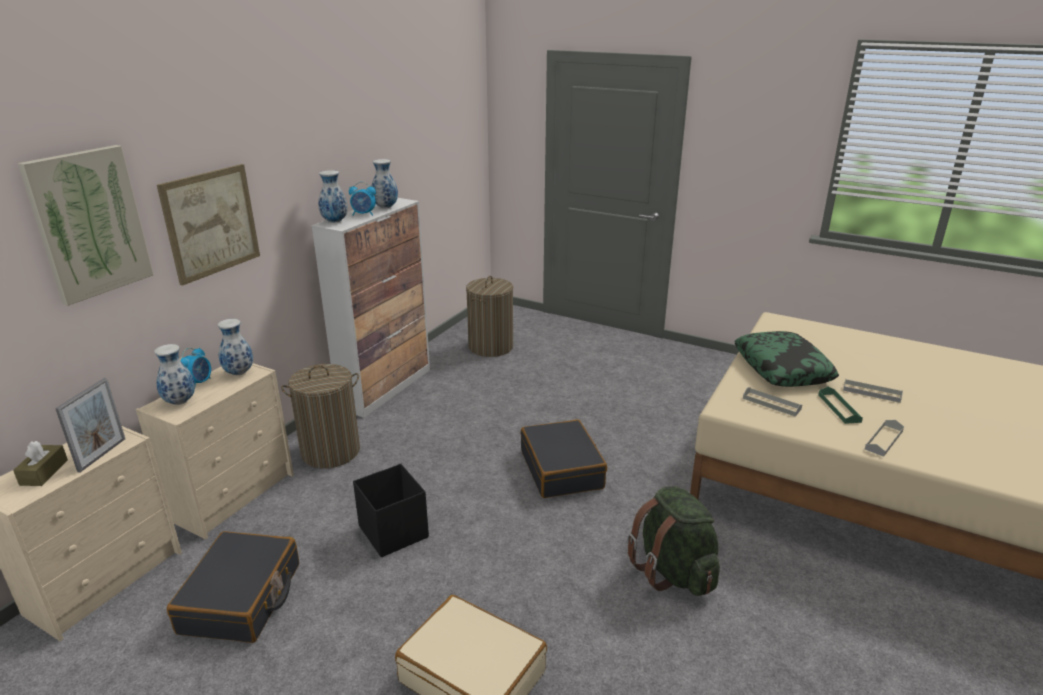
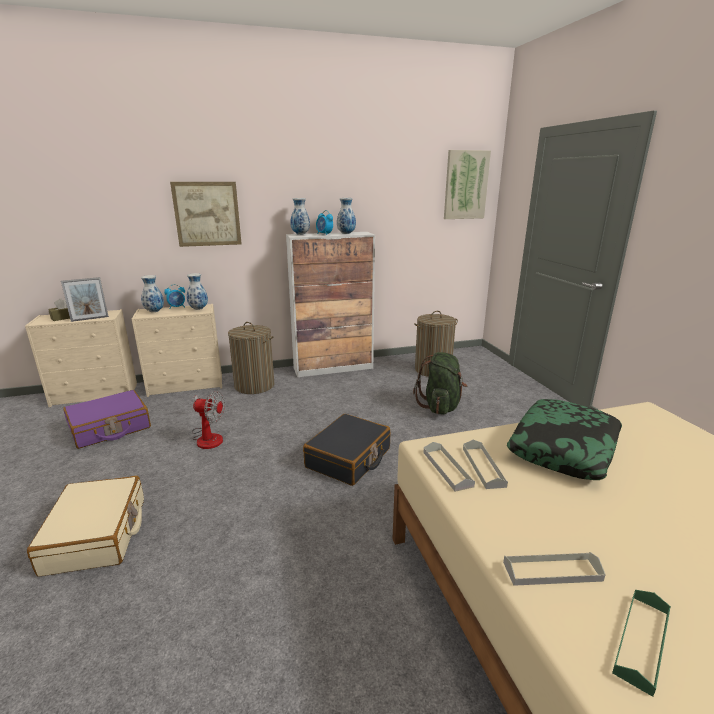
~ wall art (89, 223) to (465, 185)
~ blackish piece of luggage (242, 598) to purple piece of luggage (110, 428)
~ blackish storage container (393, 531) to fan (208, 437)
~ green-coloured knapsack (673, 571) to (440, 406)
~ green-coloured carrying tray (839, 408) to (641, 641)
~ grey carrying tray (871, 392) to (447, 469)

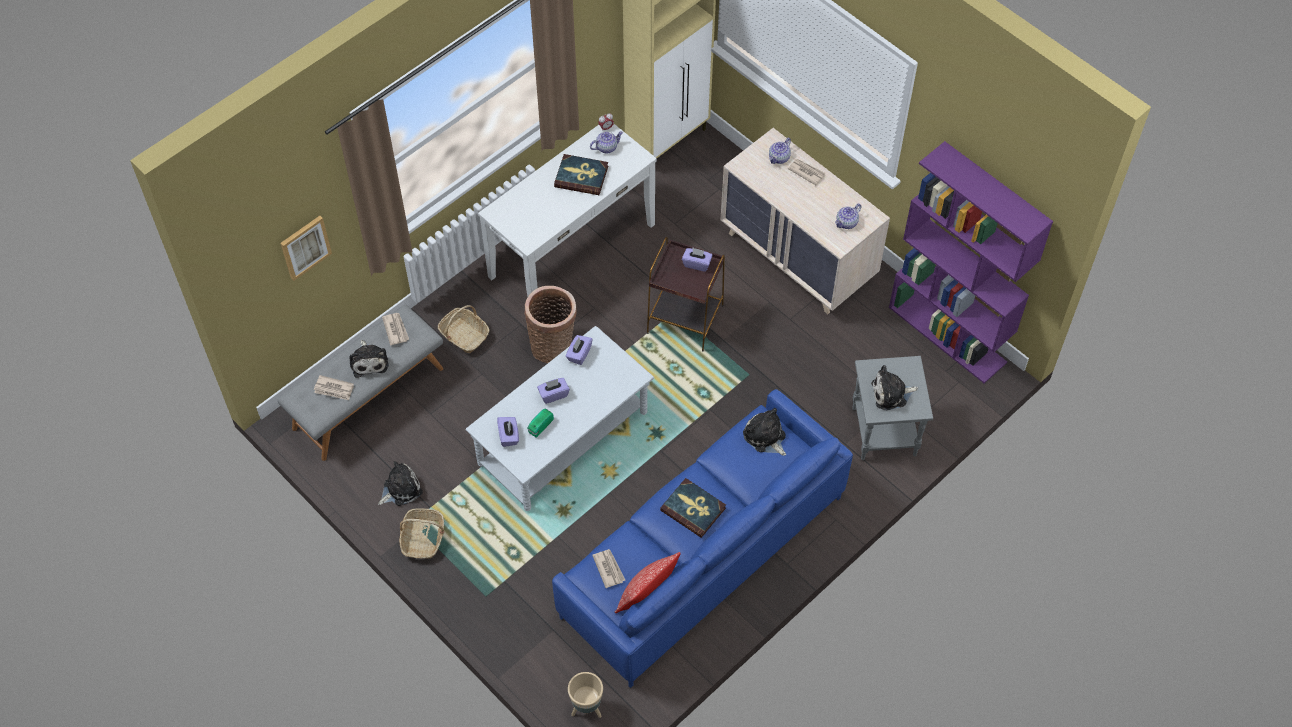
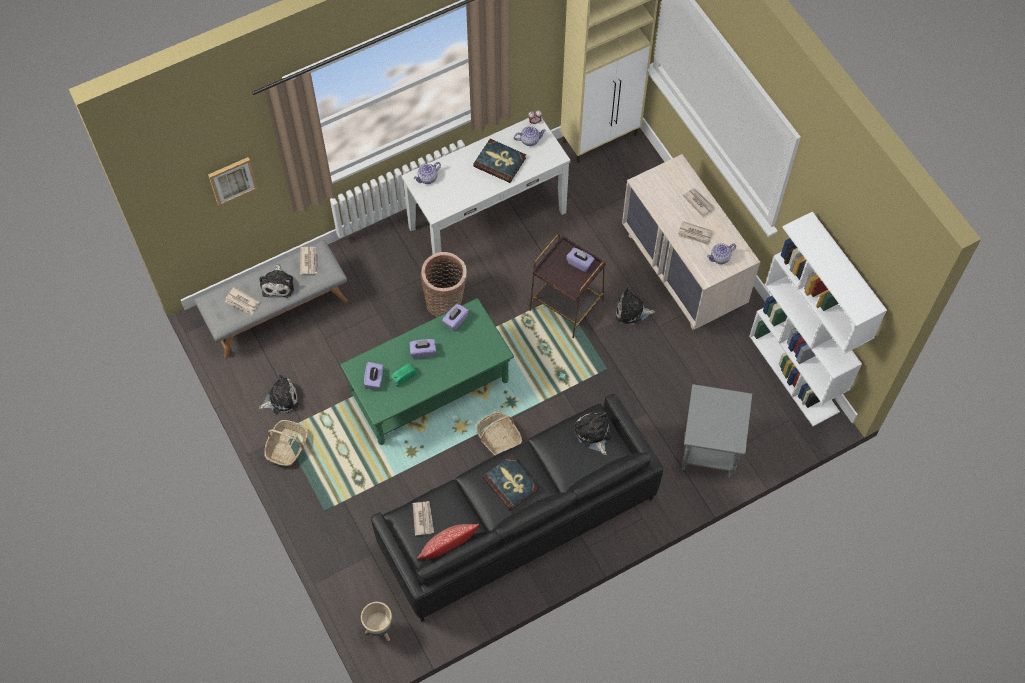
~ basket (464, 335) to (498, 438)
~ grey lounge table (562, 439) to green-coloured lounge table (429, 388)
~ blue-coloured sofa (701, 555) to blackish sofa (516, 520)
~ pot for tea (779, 158) to (427, 178)
~ soft toy (891, 394) to (632, 311)
~ purple bookshelf (948, 334) to whitish bookshelf (794, 374)
+ daily paper (695, 234)

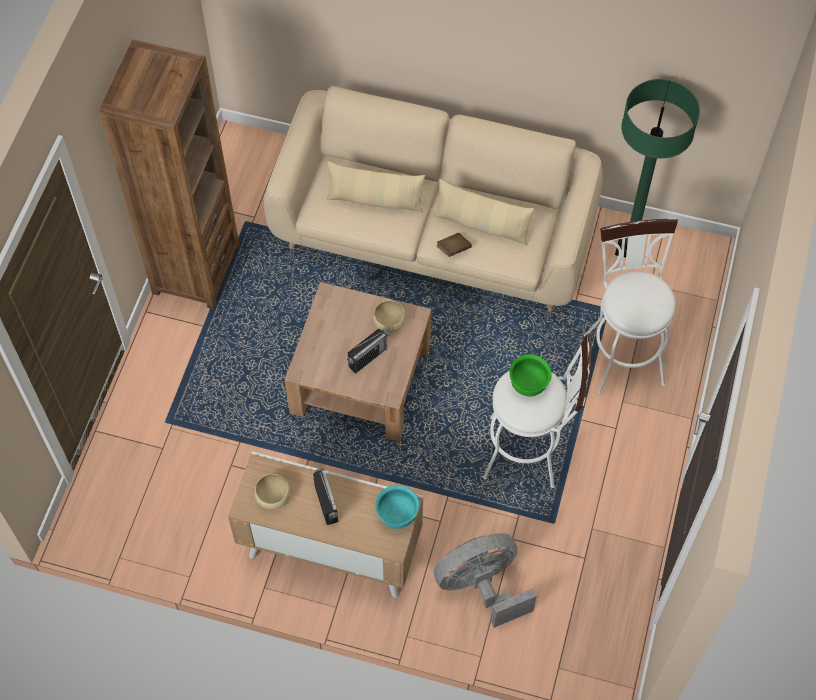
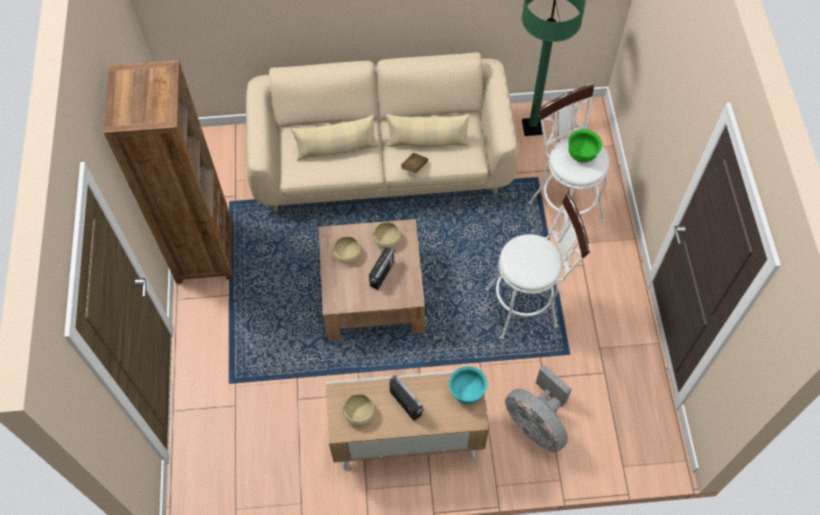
~ grey fan (481, 586) = (536, 423) 90 degrees counterclockwise
~ green-coloured serving bowl (528, 385) to (581, 155)
+ beige-coloured serving bowl (347, 254)

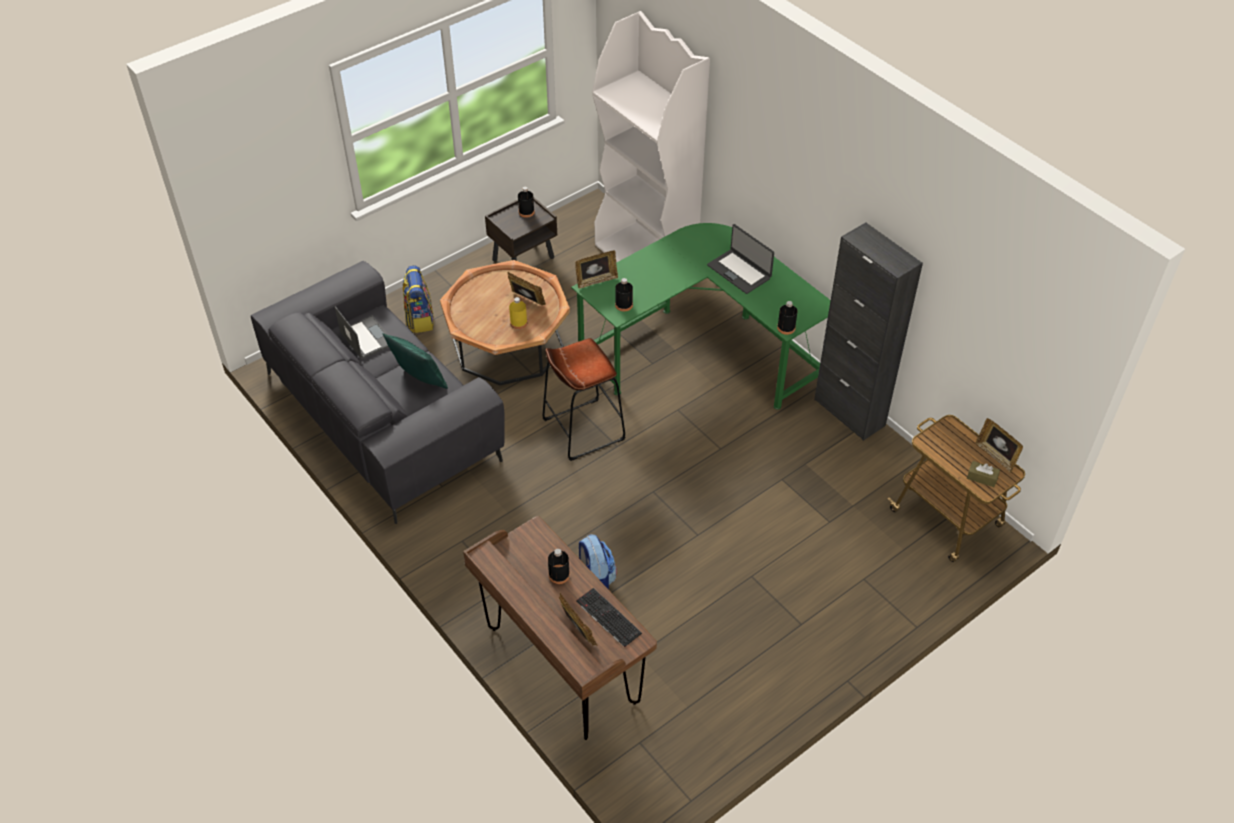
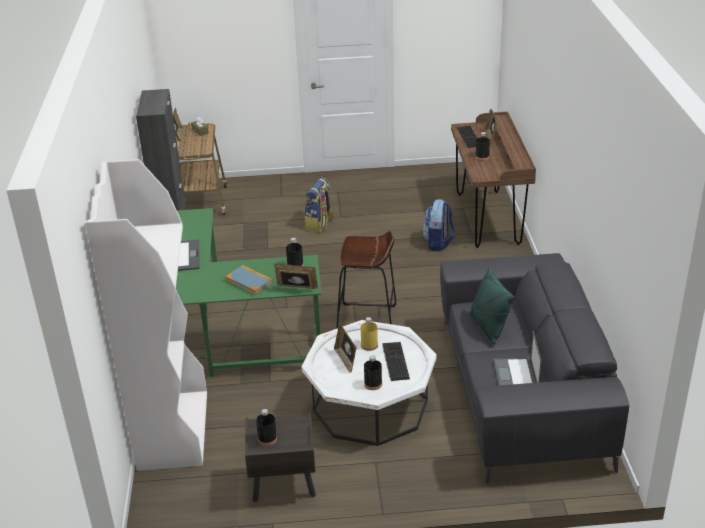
~ knapsack (419, 319) to (319, 224)
~ brown-coloured lounge table (508, 344) to whitish lounge table (370, 405)
~ blackish bottle (786, 328) to (373, 384)
+ bound book (249, 282)
+ computer keyboard (394, 361)

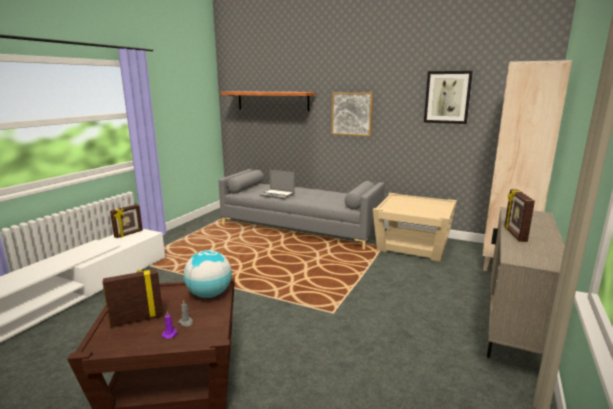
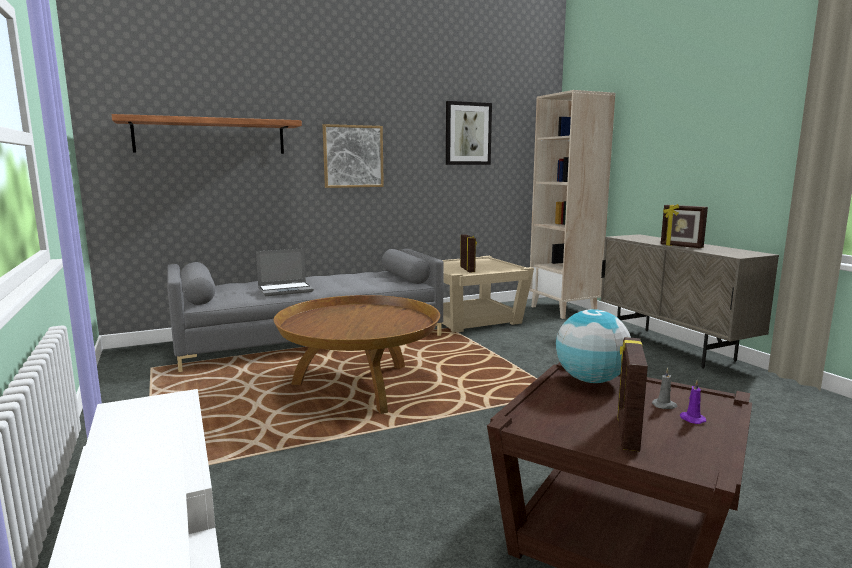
~ photo frame (129, 234) to (468, 269)
+ brown-coloured lounge table (360, 386)

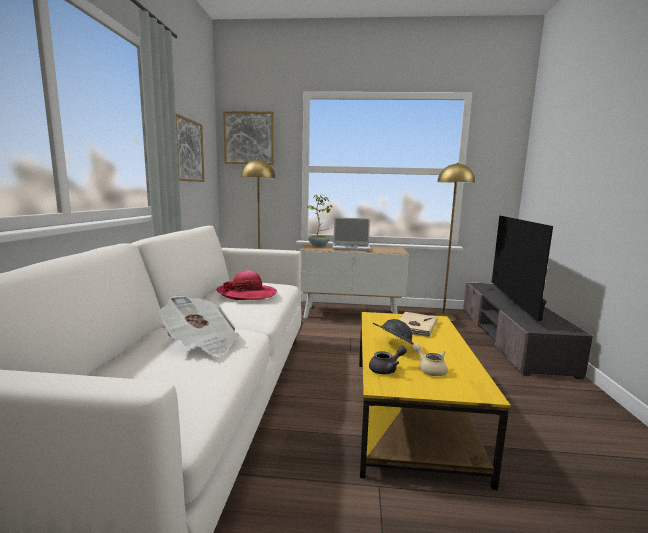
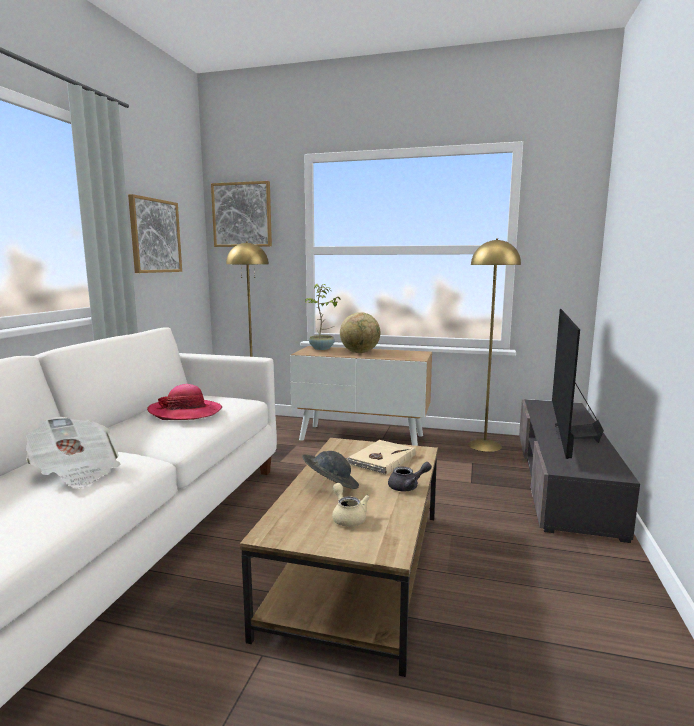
~ notebook computer (351, 248) to world globe (360, 352)
~ yellowish lounge table (409, 410) to brown-coloured lounge table (358, 567)
~ grey pot for tea (386, 369) to (408, 486)

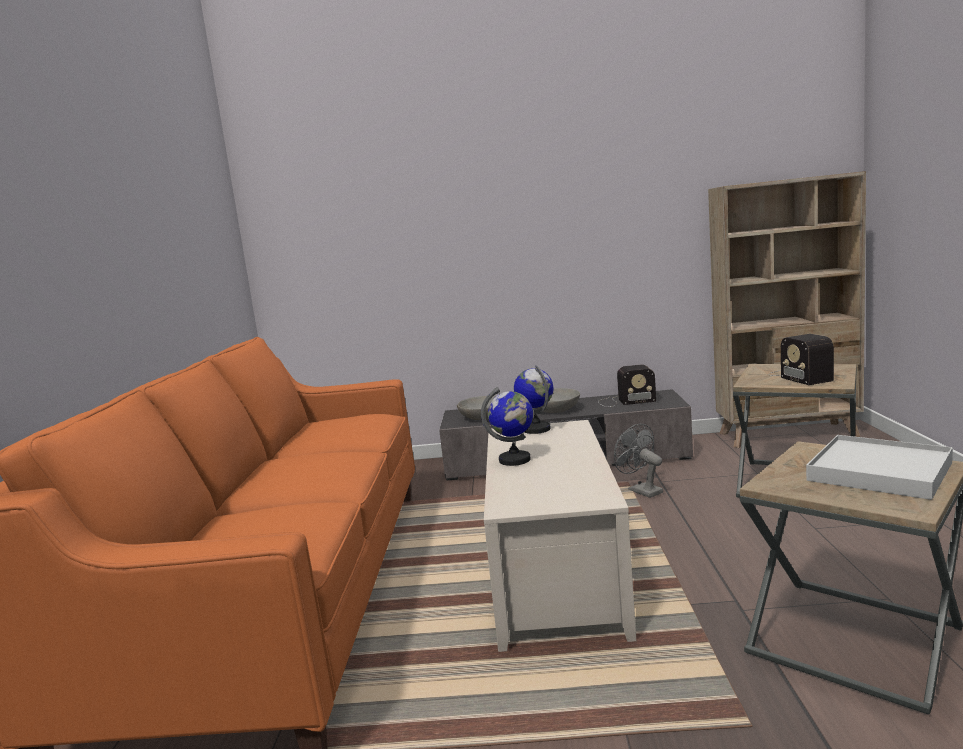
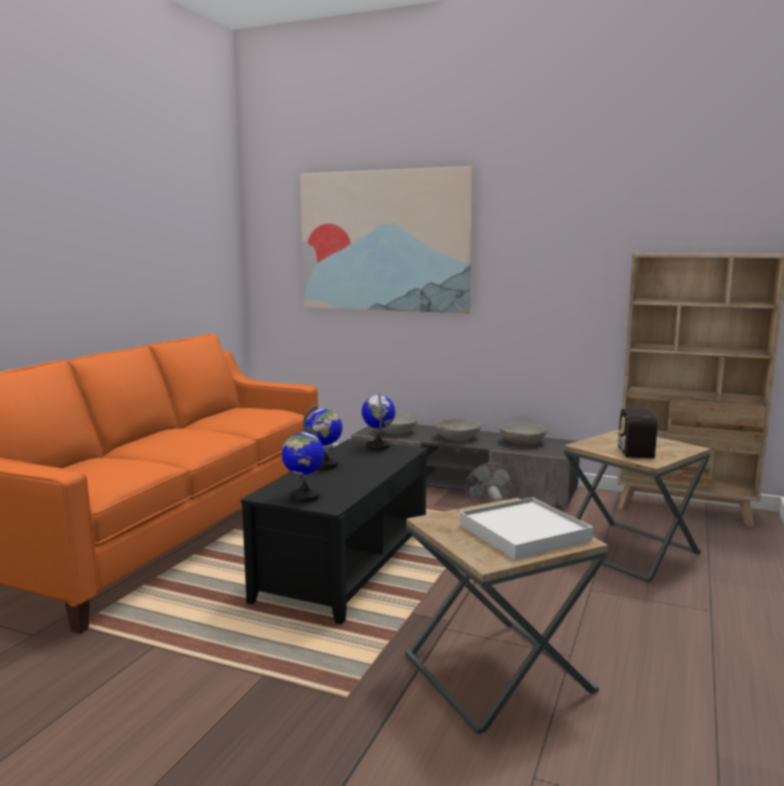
~ beige-coloured lounge table (555, 574) to blackish lounge table (345, 566)
~ radio (624, 401) to grey serving bowl (522, 442)
+ world globe (304, 497)
+ wall art (384, 241)

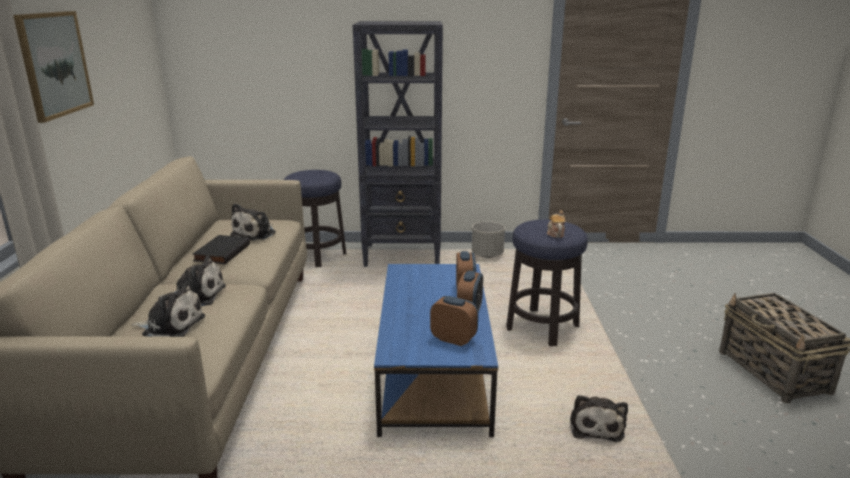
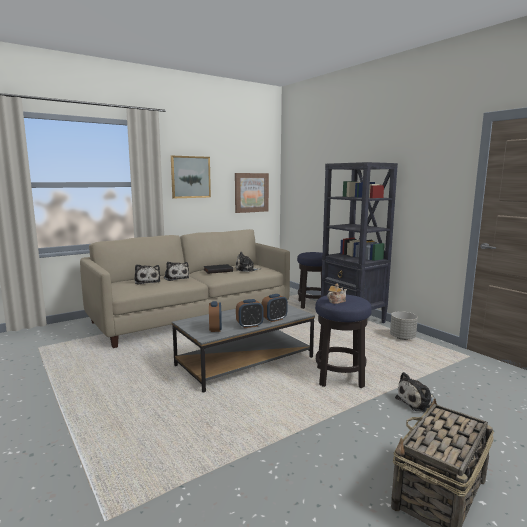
~ blue-coloured lounge table (433, 371) to grey lounge table (245, 361)
~ soft toy (596, 426) to (417, 402)
+ wall art (251, 192)

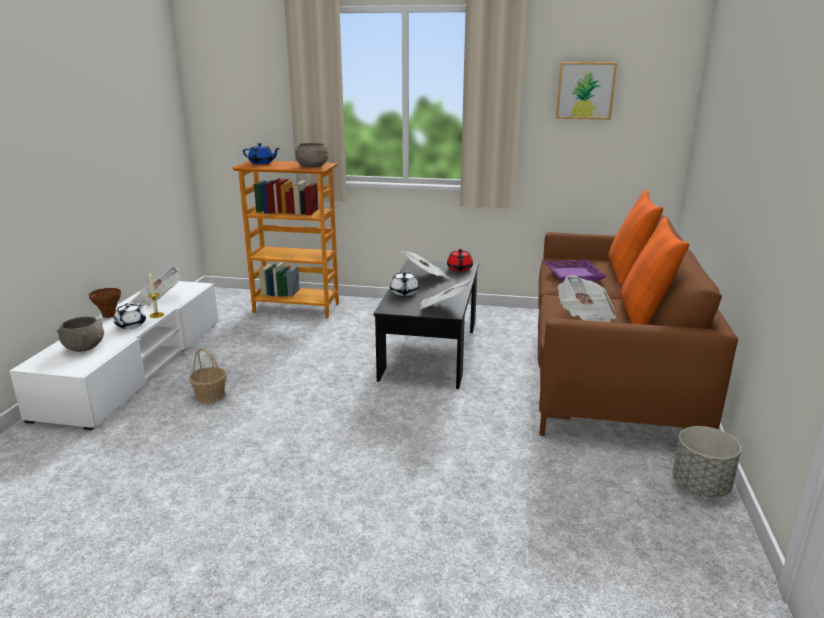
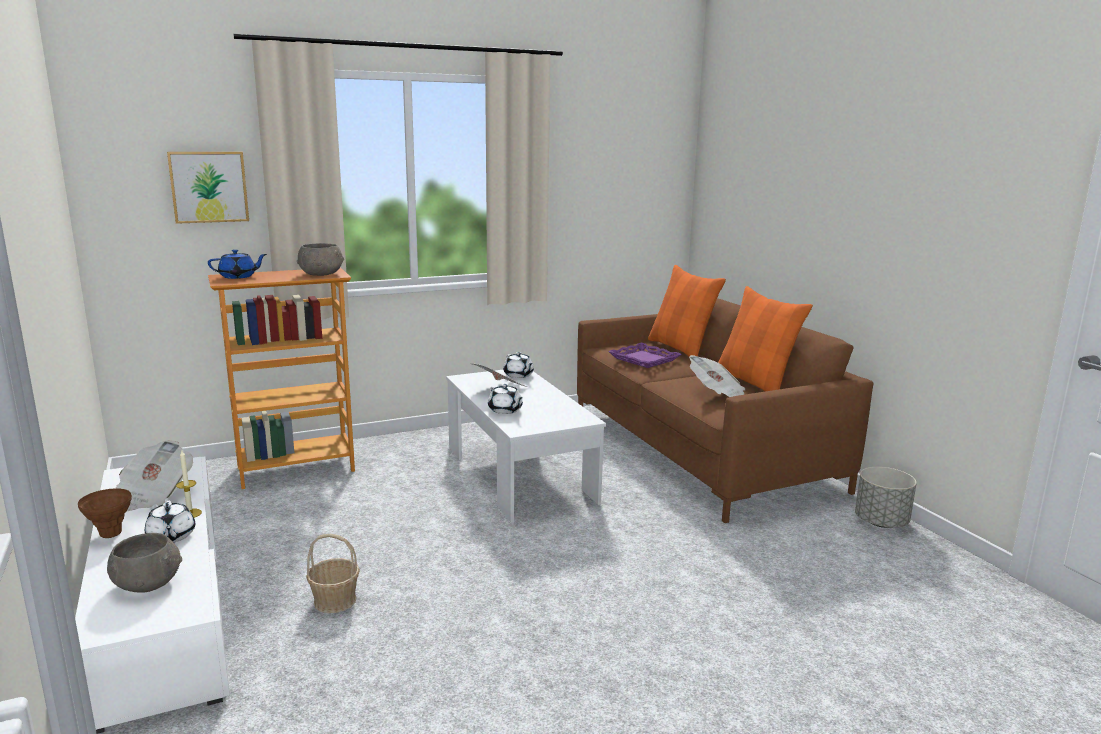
~ blackish lounge table (430, 349) to whitish lounge table (519, 474)
- daily paper (444, 308)
~ reddish pot for tea (459, 269) to whitish pot for tea (518, 375)
~ wall art (585, 90) to (209, 186)

